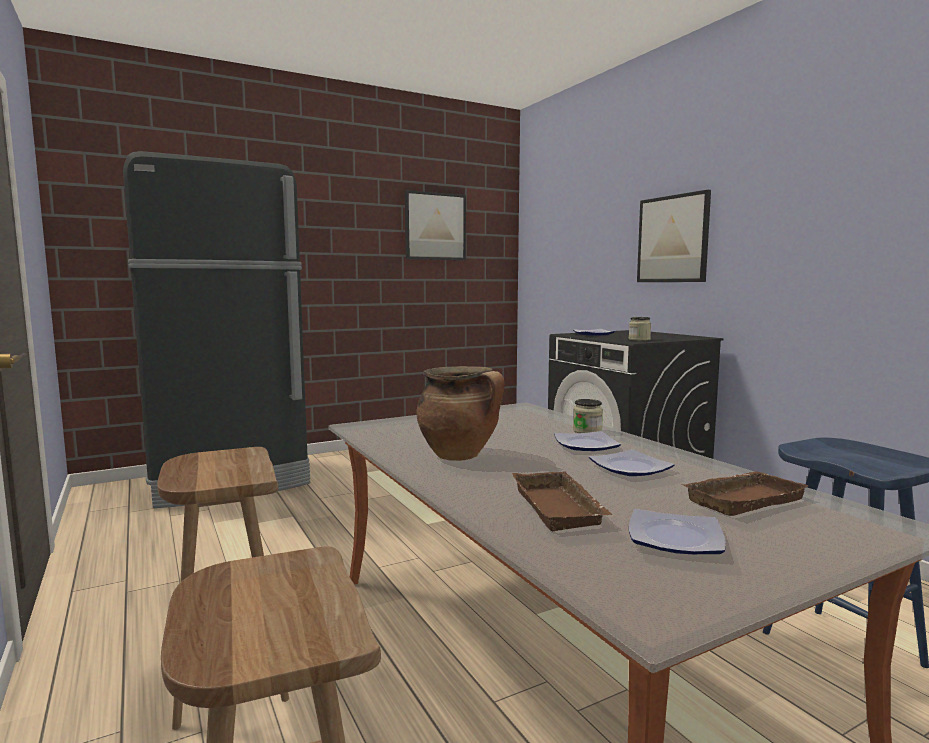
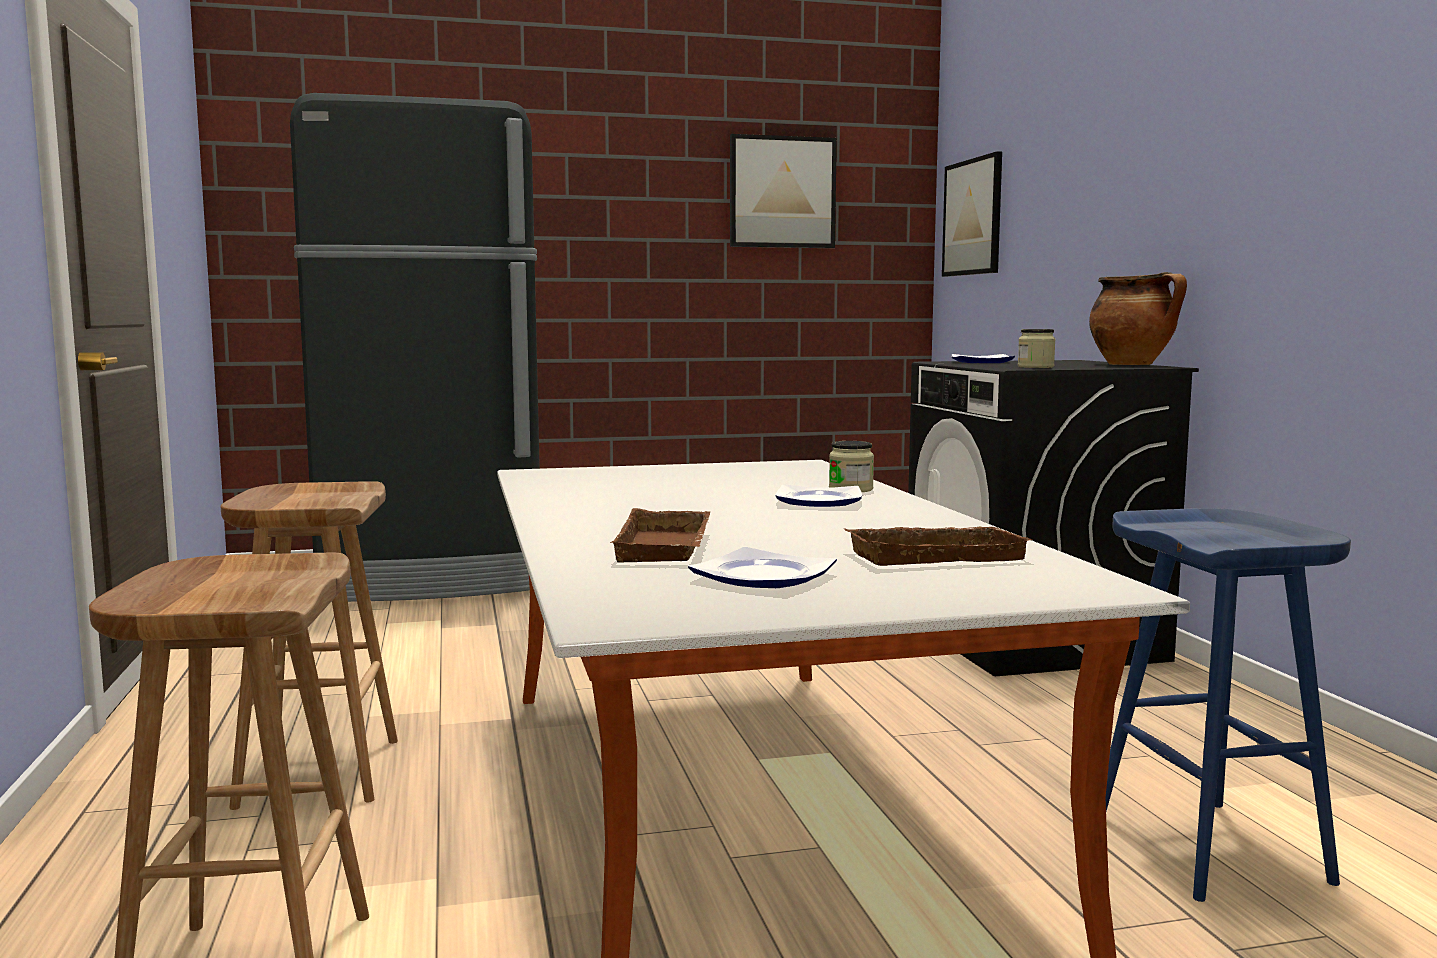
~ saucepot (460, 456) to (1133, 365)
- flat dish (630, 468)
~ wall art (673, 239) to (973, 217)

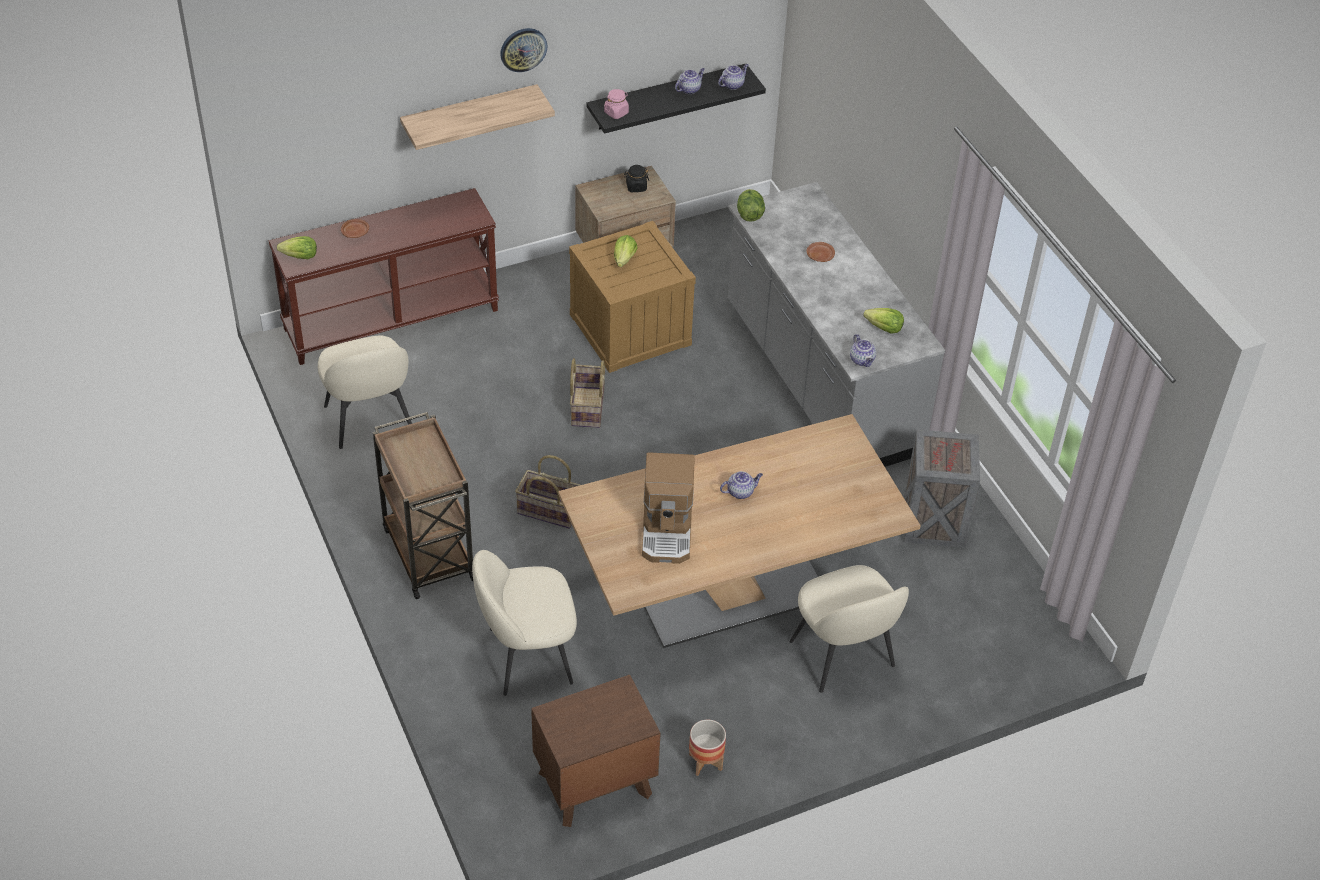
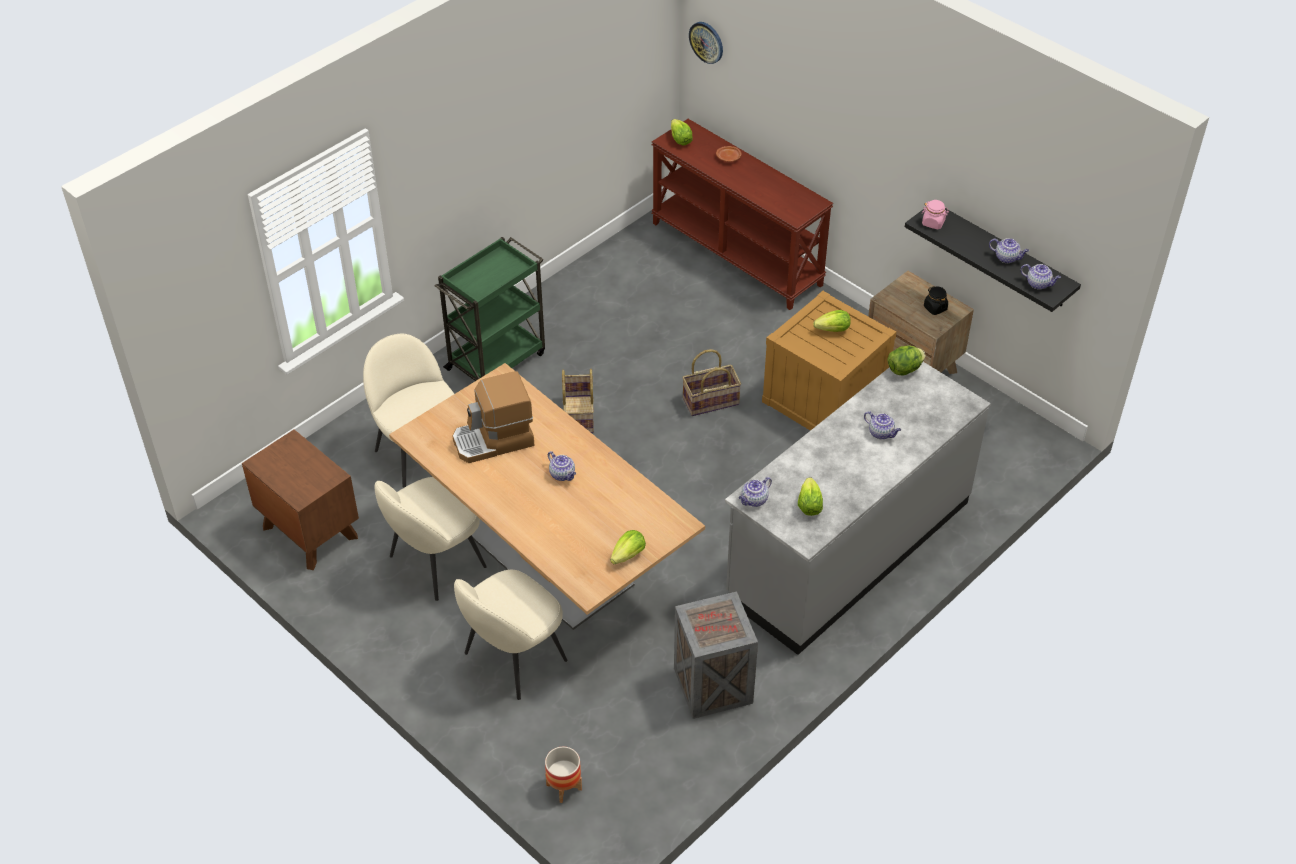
~ beige-coloured chair (369, 420) to (435, 563)
~ brown-coloured trolley (428, 552) to green-coloured trolley (497, 360)
- bracket shelf (470, 115)
~ hanging clock (523, 49) to (706, 42)
~ flower pot (705, 762) to (564, 787)
~ brown-coloured flat dish (820, 256) to pot for tea (881, 433)
+ lettuce (628, 555)

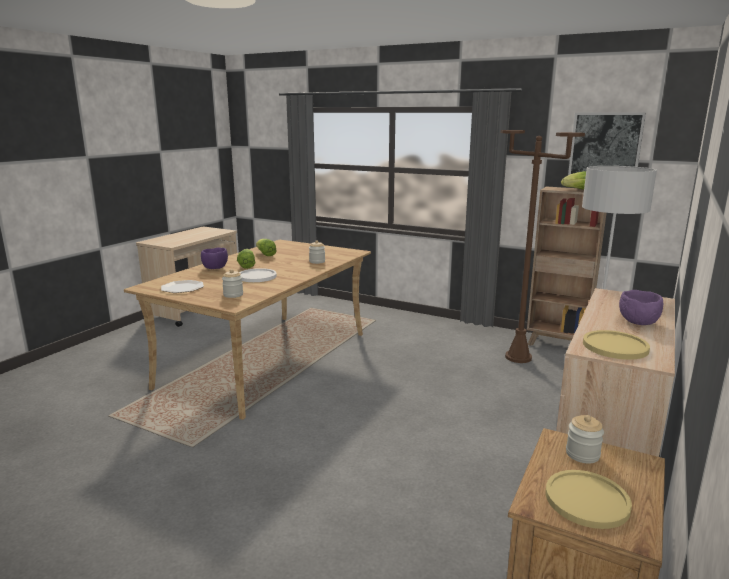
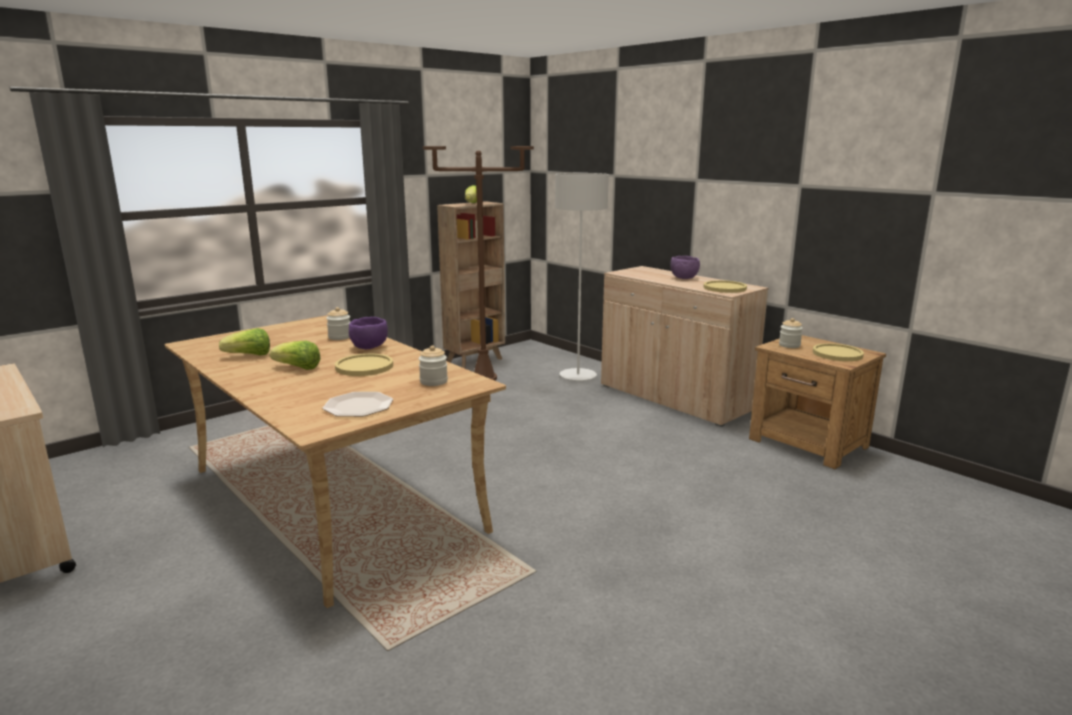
~ purple serving bowl (215, 268) to (370, 347)
~ whitish flat dish (257, 276) to yellowish flat dish (364, 366)
- wall art (605, 145)

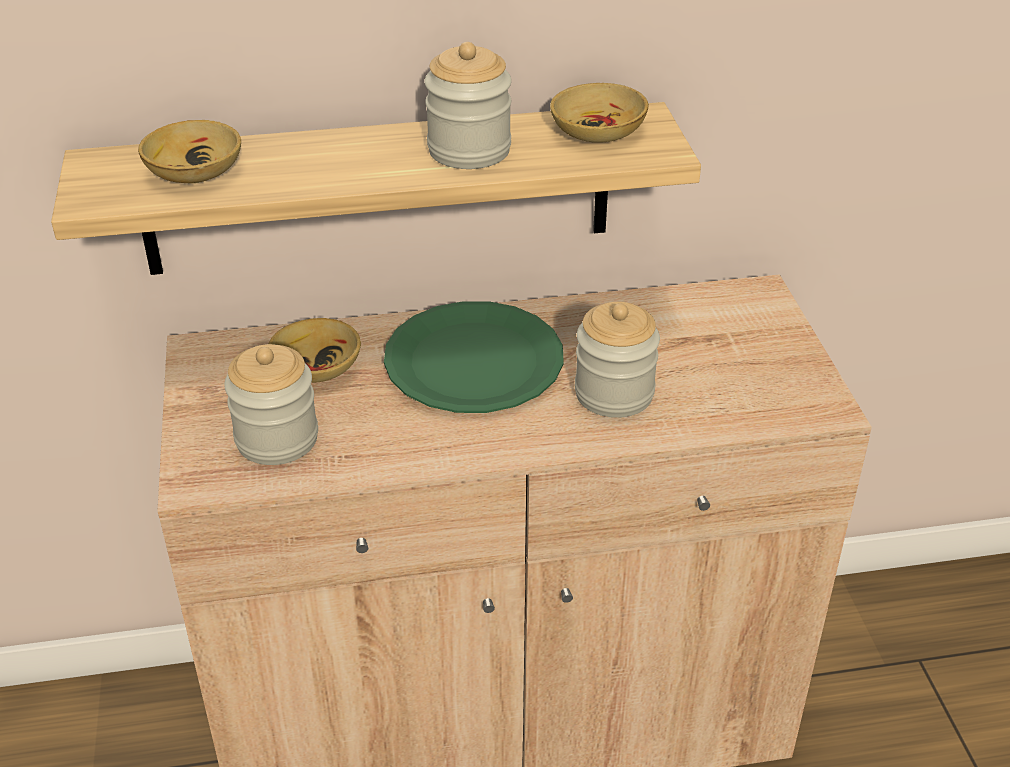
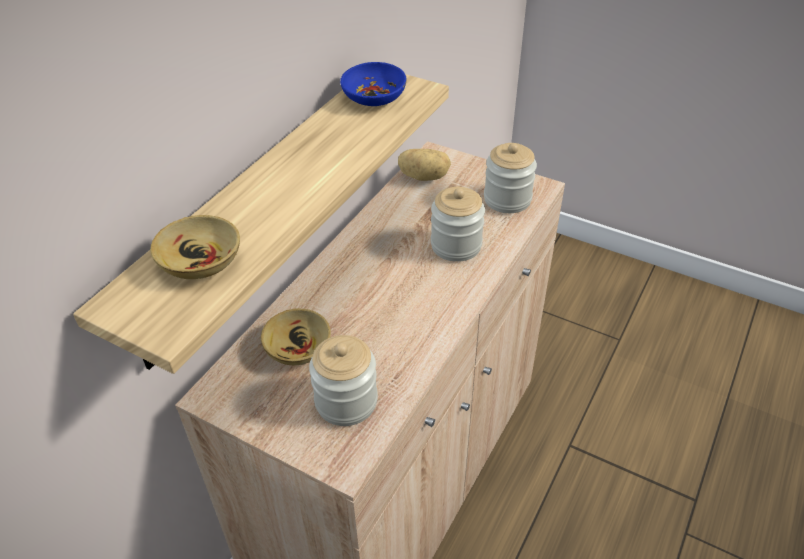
- green-coloured flat dish (473, 361)
~ jar (469, 150) to (507, 199)
~ beige-coloured serving bowl (598, 131) to blue-coloured serving bowl (375, 97)
+ potato (424, 177)

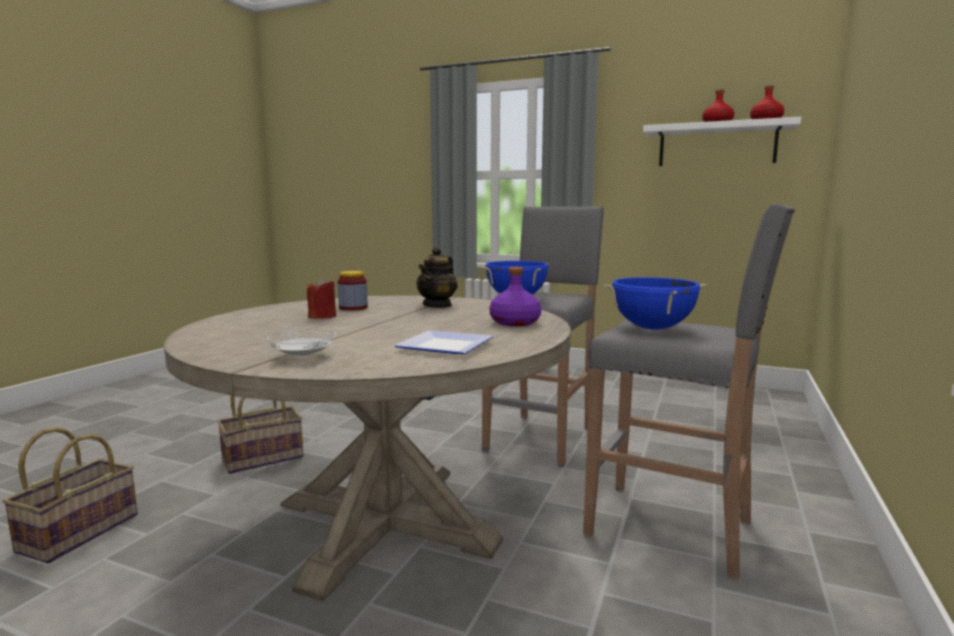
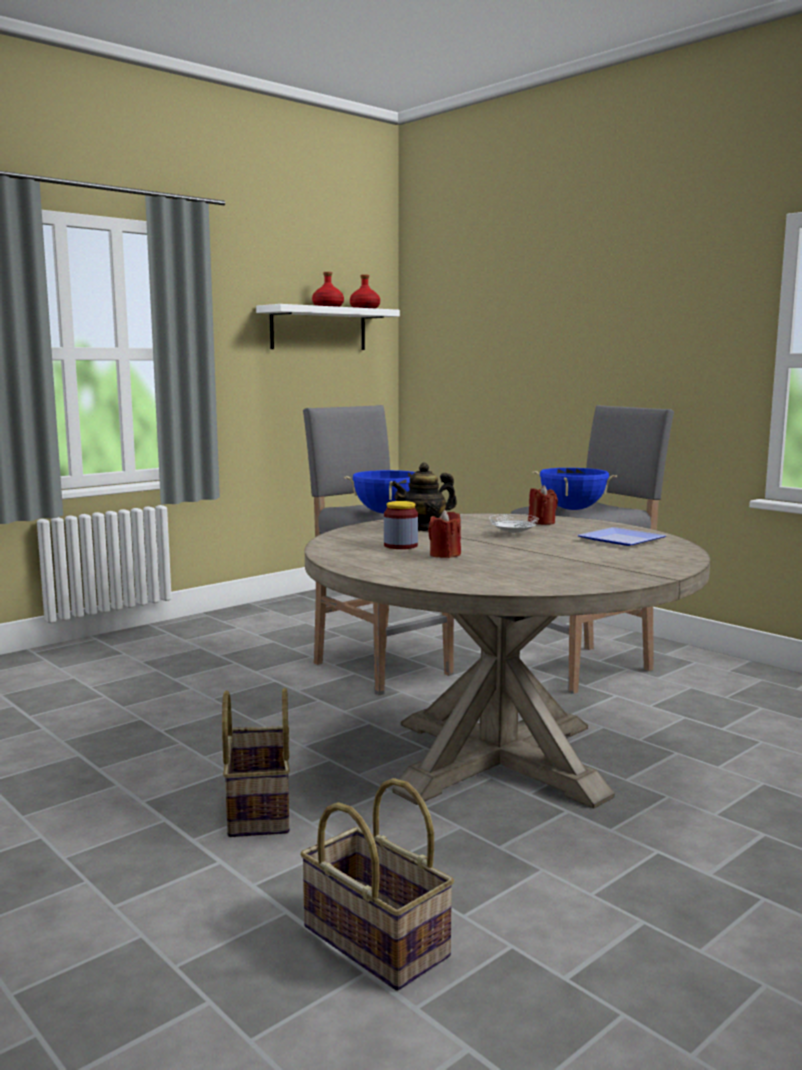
~ whitish flat dish (303, 357) to (513, 534)
~ pot for tea (437, 305) = (424, 528) 105 degrees clockwise
~ purple bottle (514, 323) to reddish wax candle (542, 522)

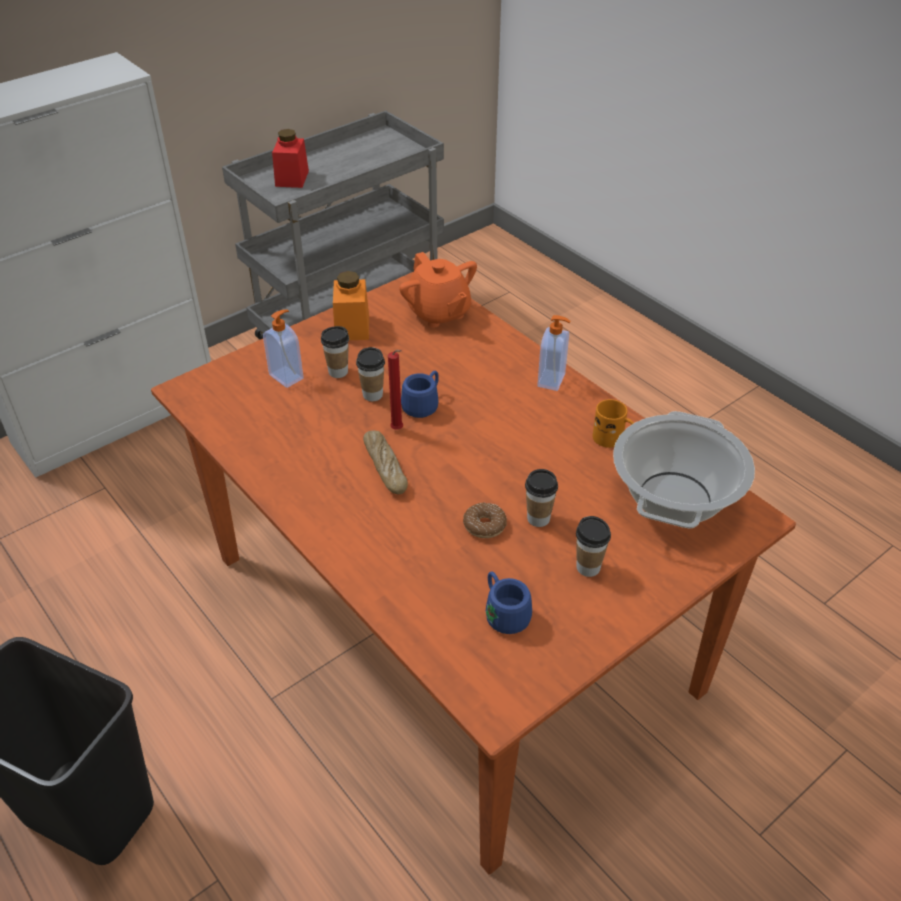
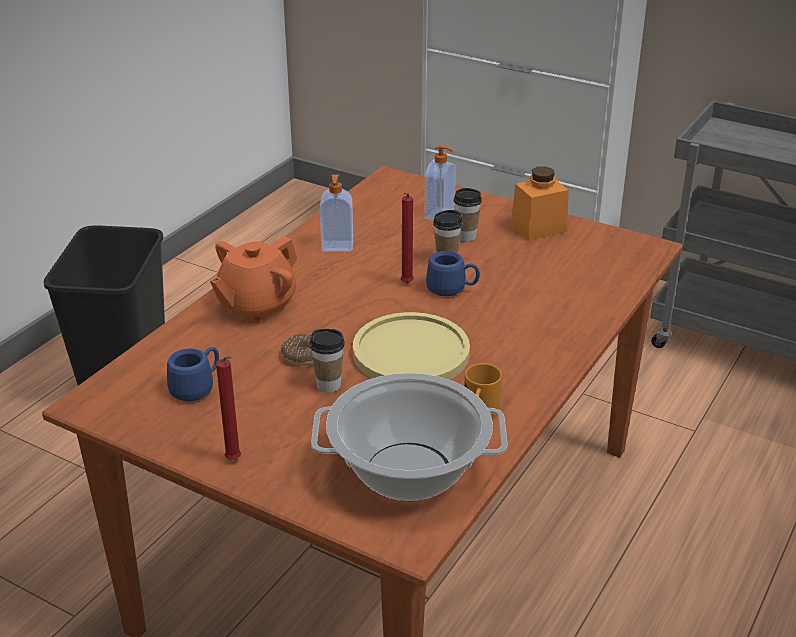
- reddish jar (292, 178)
- bakery bread (385, 467)
~ orange pot for tea (438, 313) to (256, 306)
~ soap dispenser (552, 380) to (337, 247)
- small cup (588, 567)
+ reddish wax candle (235, 461)
+ yellowish flat dish (411, 352)

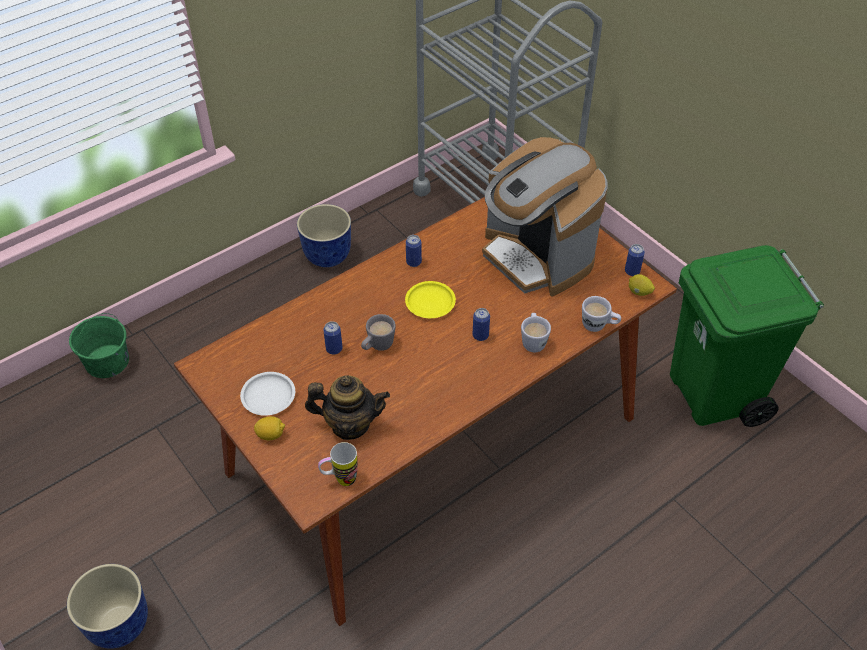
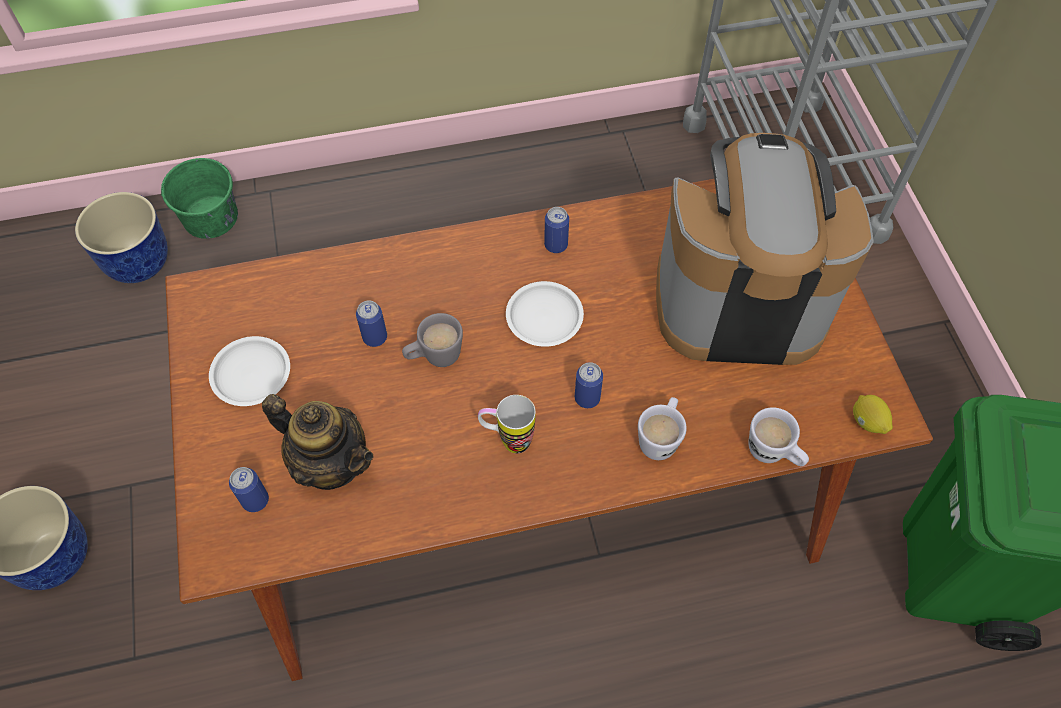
- whole lemon (271, 435)
~ flower pot (326, 256) to (138, 263)
~ coffee mug (340, 480) to (507, 440)
~ yellowish flat dish (430, 302) to whitish flat dish (545, 317)
~ coffee machine (536, 256) = (738, 302) 105 degrees clockwise
~ metal can (632, 271) to (255, 500)

